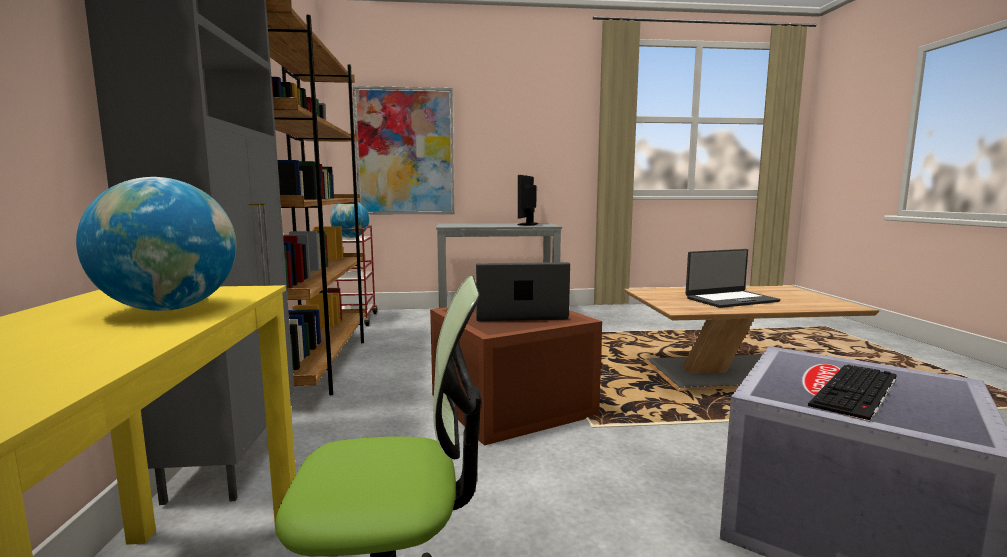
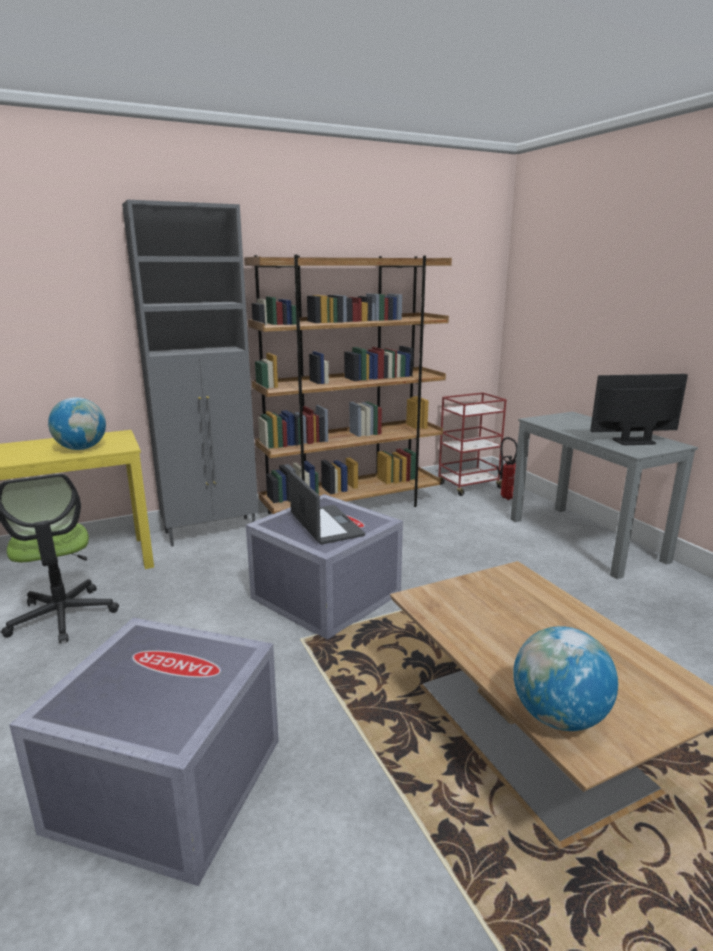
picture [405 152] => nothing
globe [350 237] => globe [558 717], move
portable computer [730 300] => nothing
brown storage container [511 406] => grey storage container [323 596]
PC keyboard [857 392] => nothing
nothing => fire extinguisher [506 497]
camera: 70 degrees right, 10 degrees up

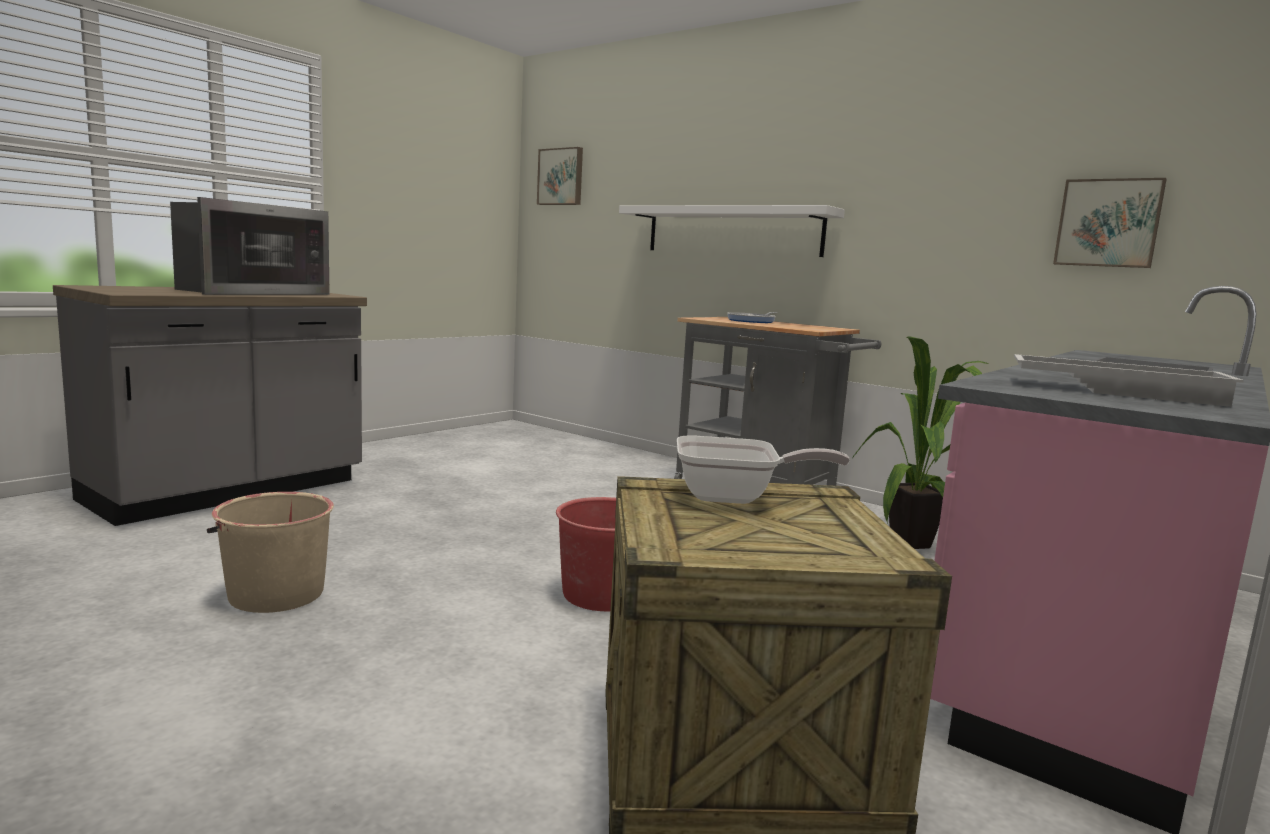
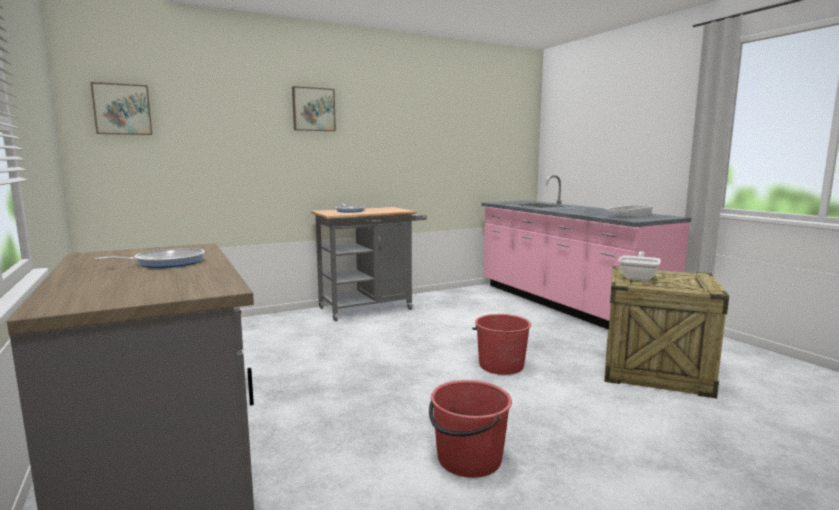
picture [1108 223] => picture [313 109], move
microwave [249 292] => frying pan [166 262]
white-coloured wall shelf [732 231] => nothing
houseplant [917 544] => nothing
sand-coloured pail [275 594] => red pail [468 459]
camera: 65 degrees left, 0 degrees up

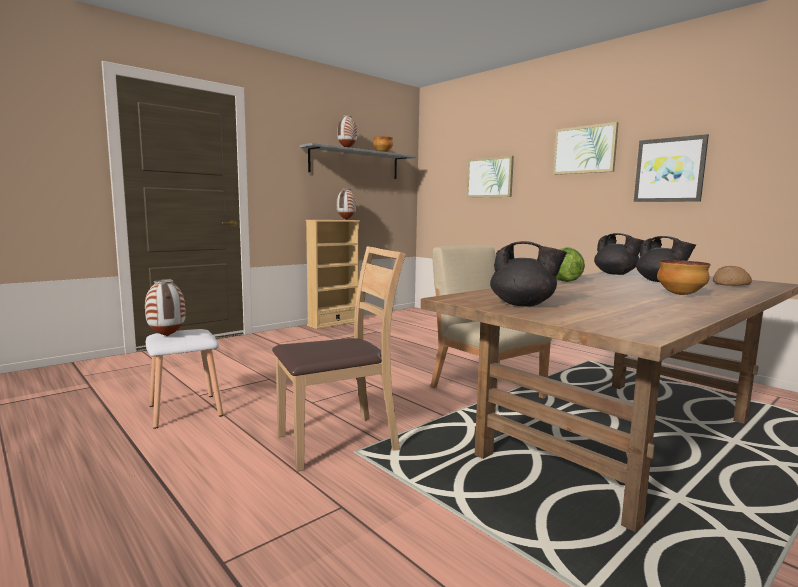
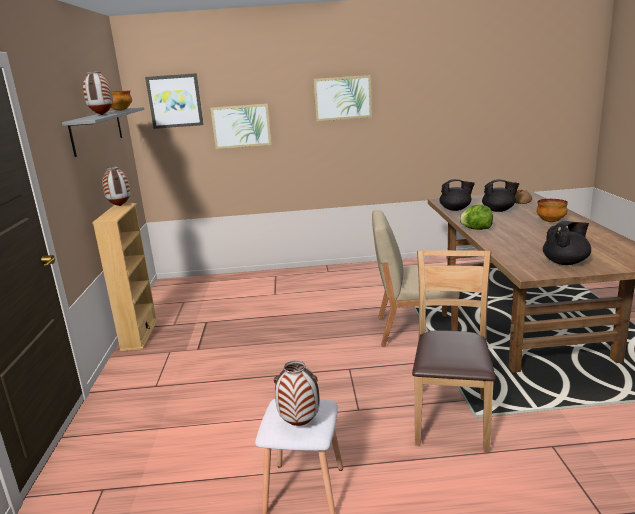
picture [669 170] => picture [175 101], move
camera: 50 degrees left, 10 degrees up

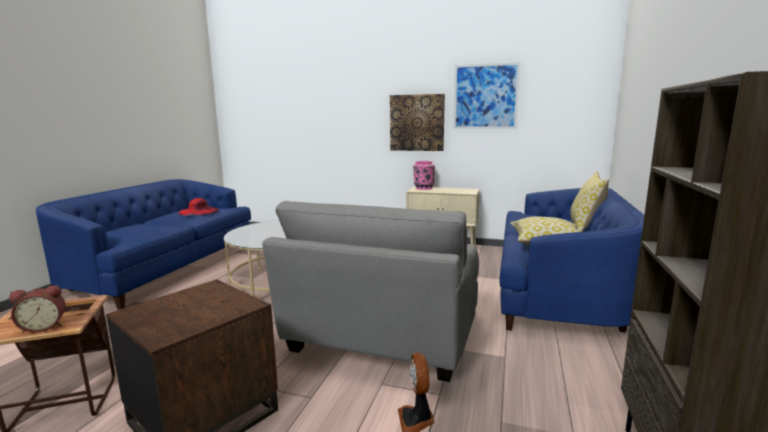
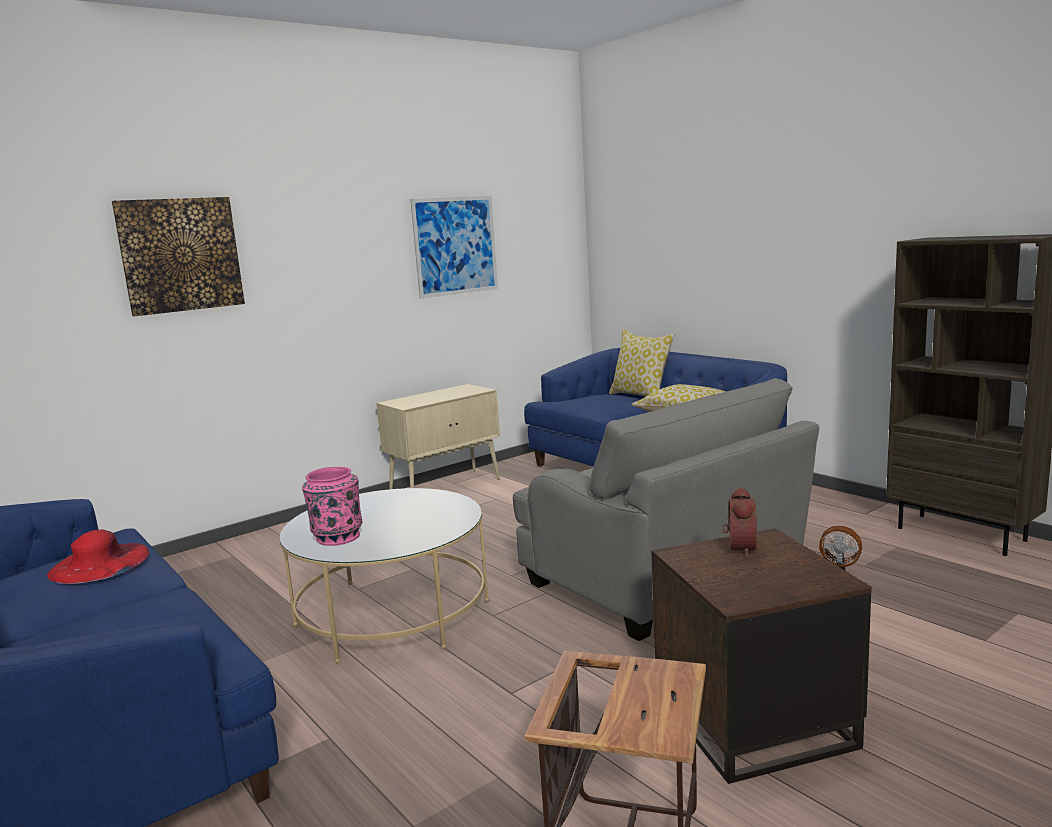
picture [417 123] => picture [180 255], move
pink decorative vase [423 188] => pink decorative vase [337 537], move
bedside clock [44 326] => bedside clock [738 548], move
camera: 55 degrees left, 0 degrees up

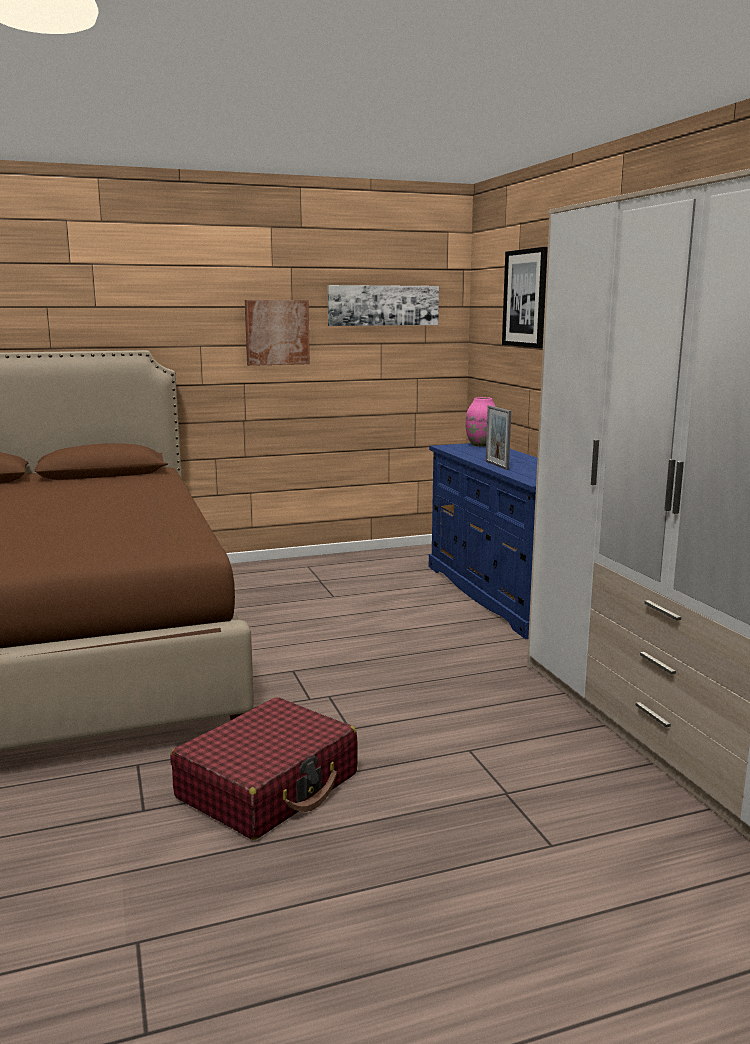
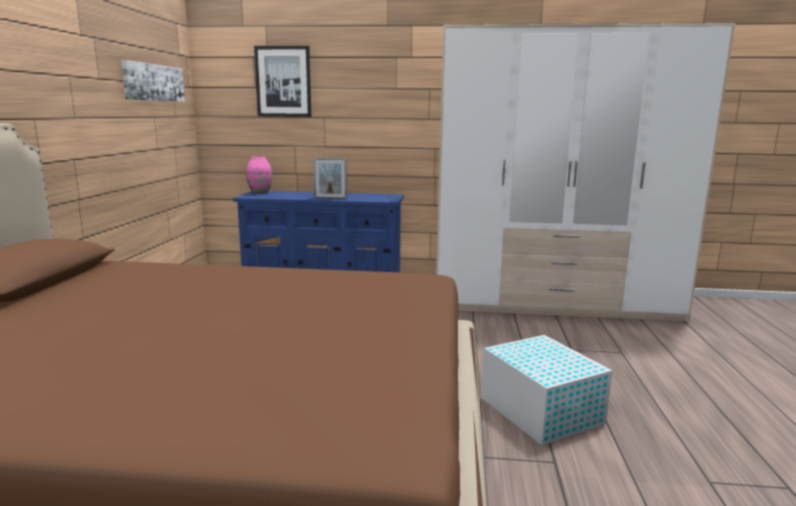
picture [277 332] => nothing
red piece of luggage [269 786] => white-coloured storage container [539 410]
camera: 65 degrees left, 0 degrees up

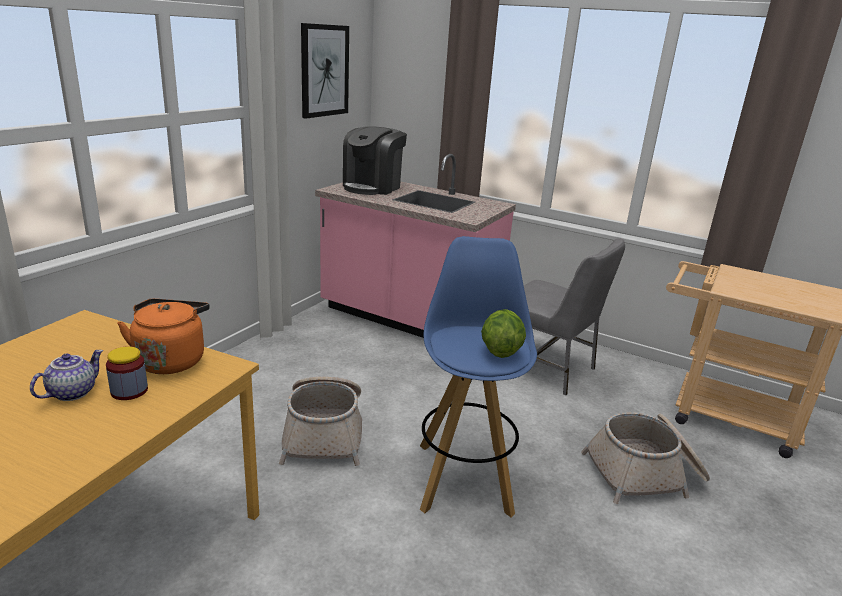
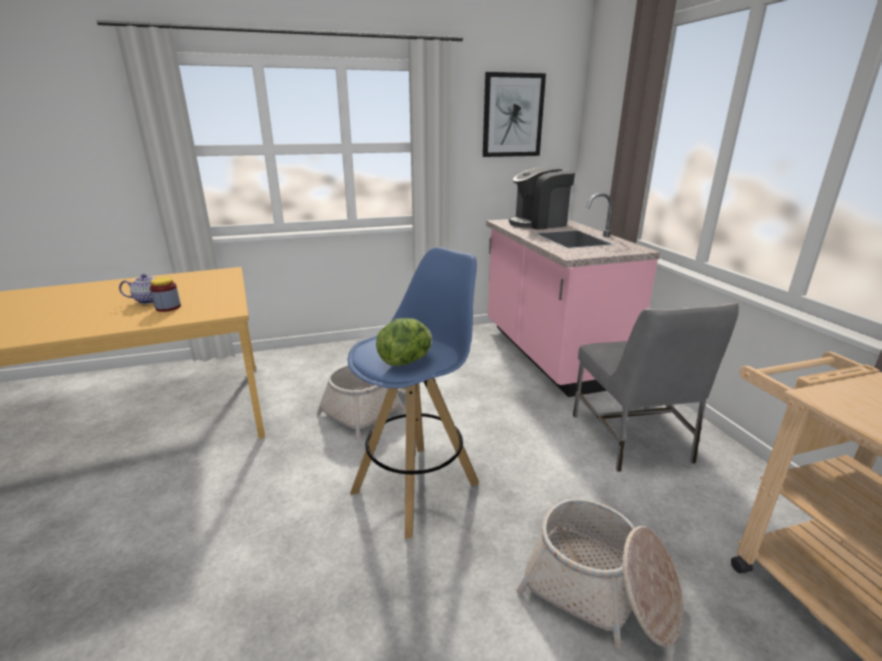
orange water kettle [171 360] => nothing
camera: 45 degrees right, 0 degrees up

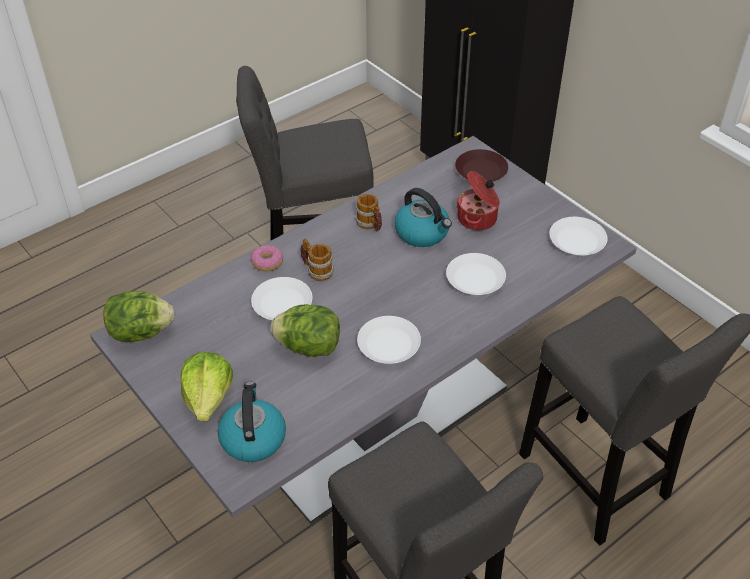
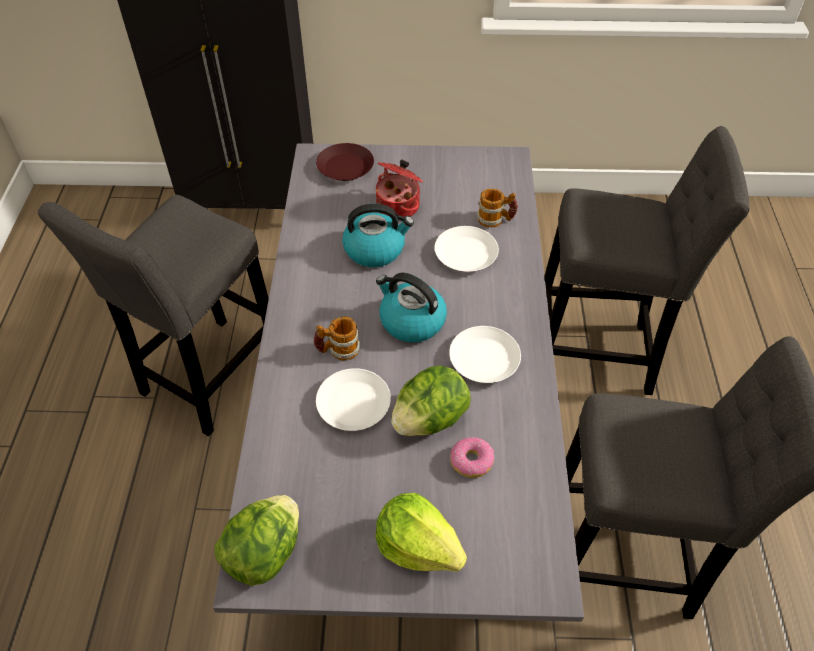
coffee mug [370 225] => coffee mug [495 219], move
white-coloured flat dish [577 241] => nothing
doughnut [267 262] => doughnut [471 461], move
water kettle [253 438] => water kettle [411 321], move
camera: 50 degrees left, 5 degrees up

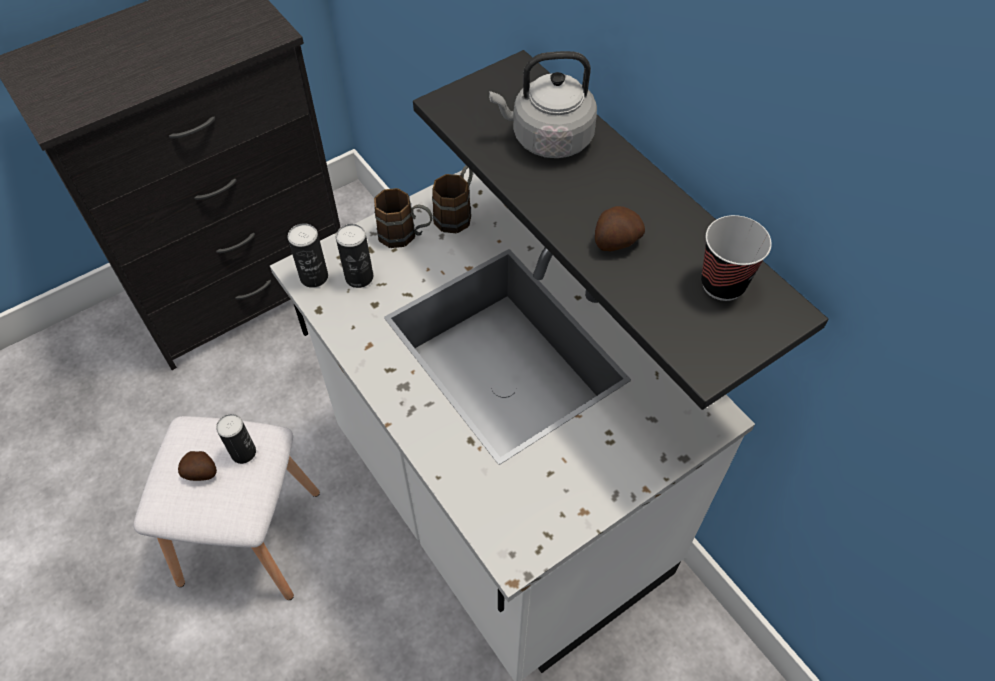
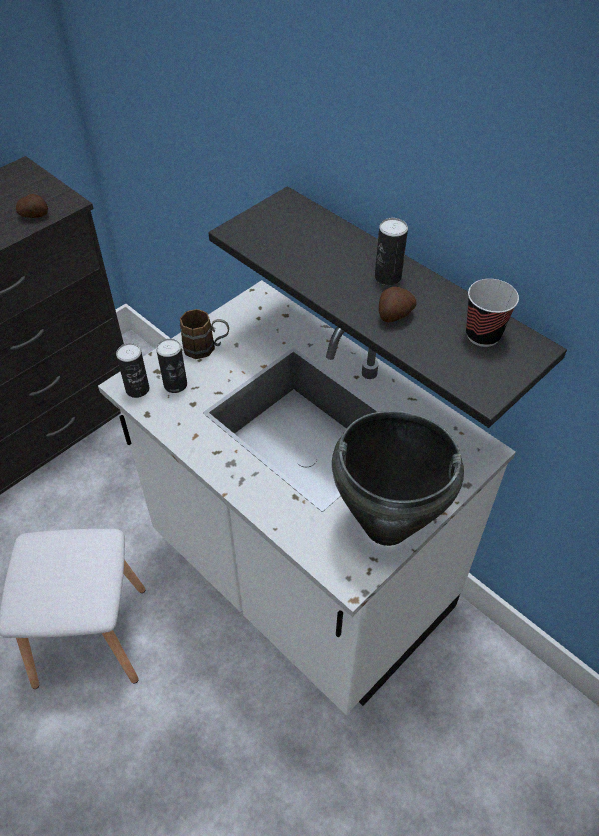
grey water kettle [547 139] => nothing
brown coffee mug [457 213] => nothing
metal can [243 452] => metal can [387 277], move
potato [201 472] => potato [35 215], move
nothing => black stockpot [386 525]
camera: 10 degrees left, 5 degrees down

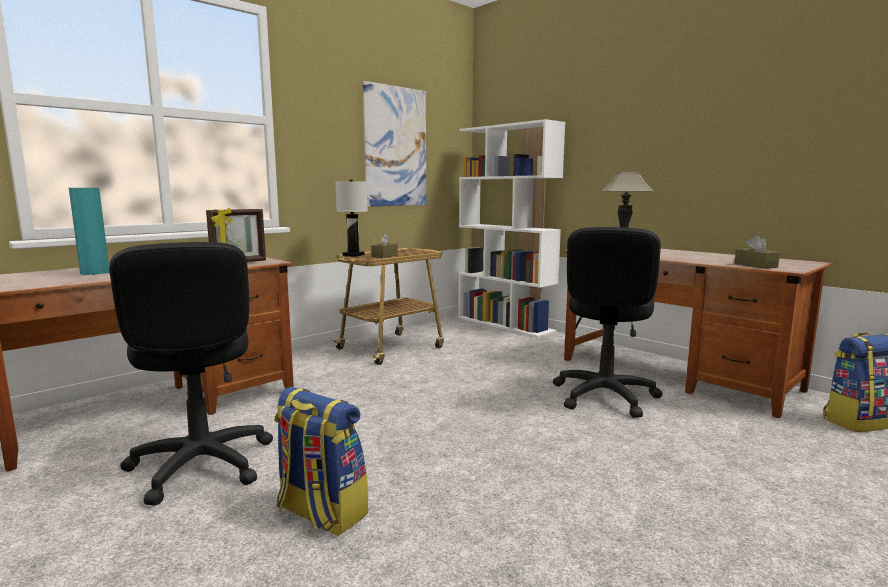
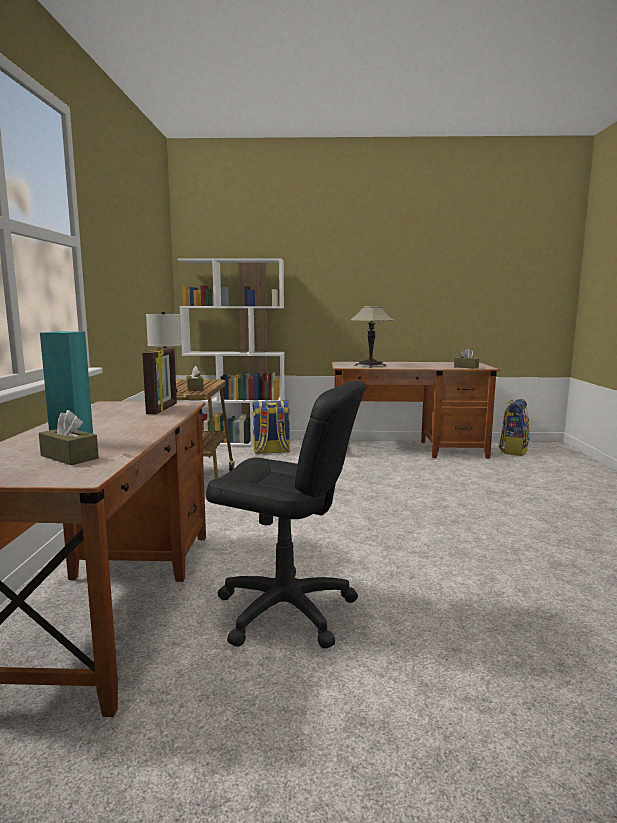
picture [396 147] => nothing
black computer chair [604 396] => nothing
backpack [320 513] => backpack [271 451], move
nothing => brown box of tissues [69 457]
camera: 45 degrees left, 0 degrees up

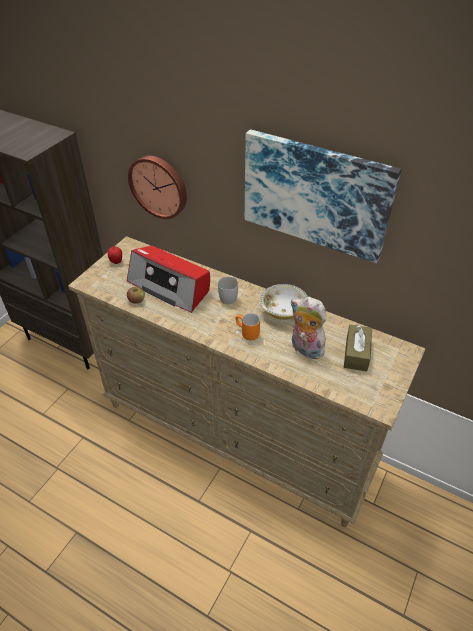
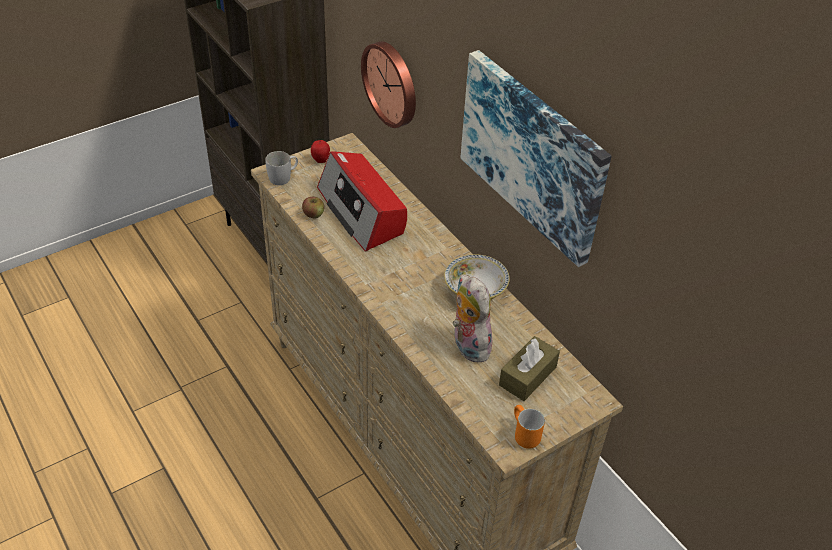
white-coloured coffee mug [230 296] => white-coloured coffee mug [283 177], move
orange coffee mug [246 333] => orange coffee mug [522 434], move
camera: 25 degrees right, 0 degrees up

